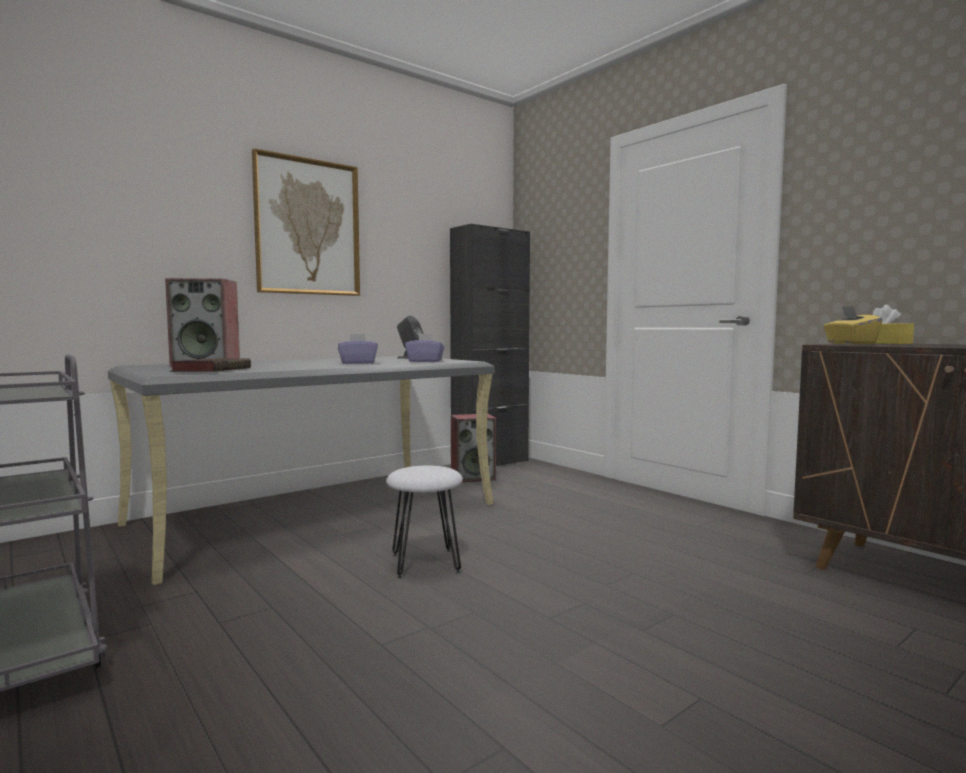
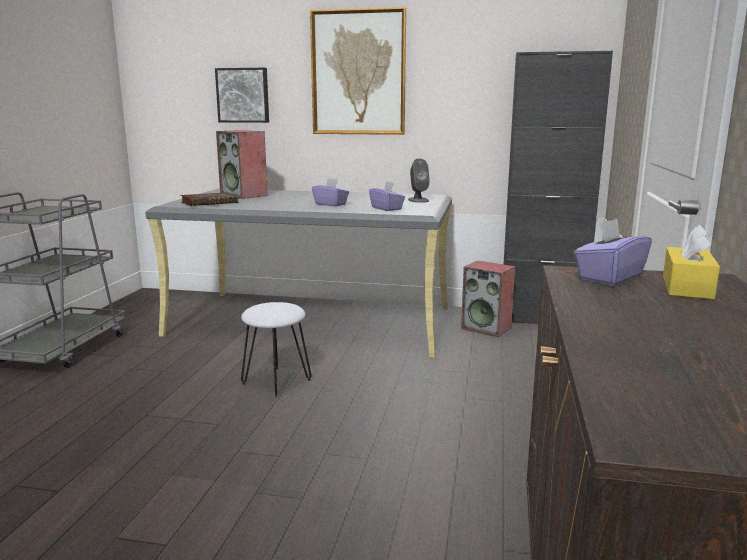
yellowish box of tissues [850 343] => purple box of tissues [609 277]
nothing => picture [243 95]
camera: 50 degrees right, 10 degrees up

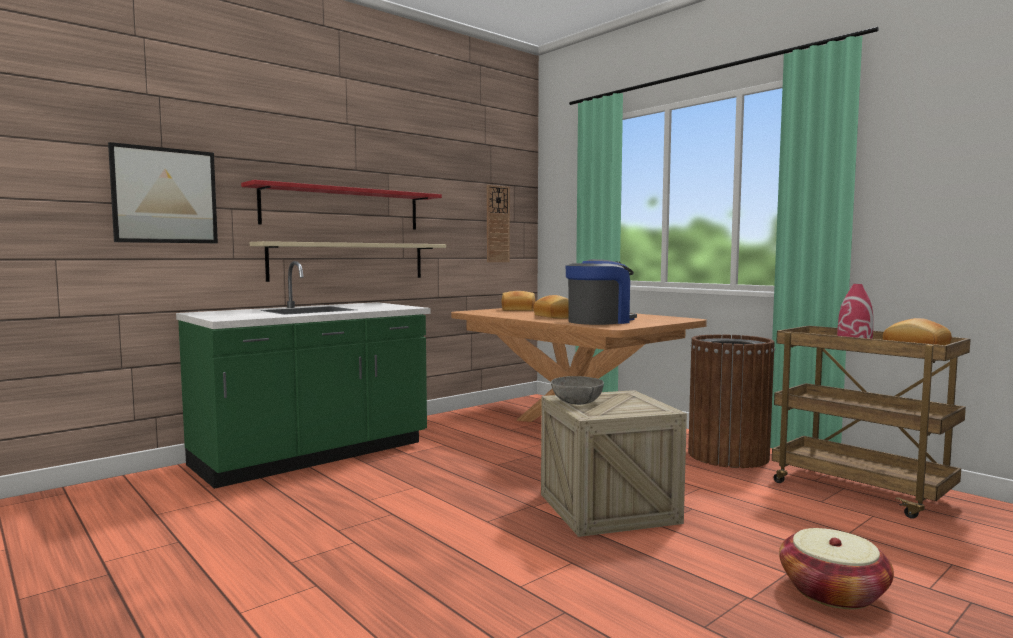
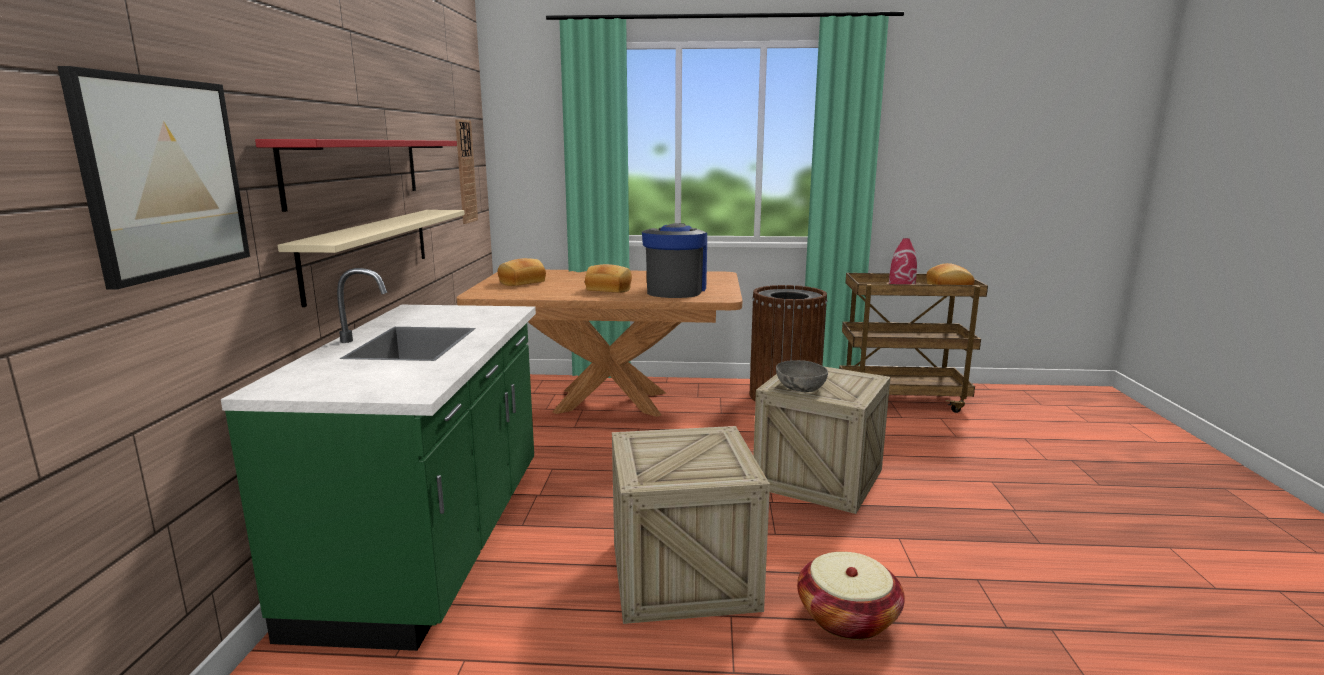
basket [832 592] => basket [847 617], move
nothing => shipping crate [683 575]
camera: 45 degrees left, 10 degrees up

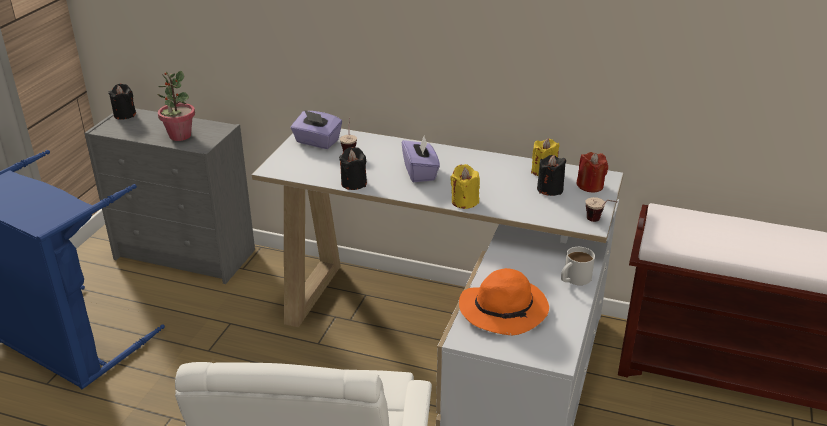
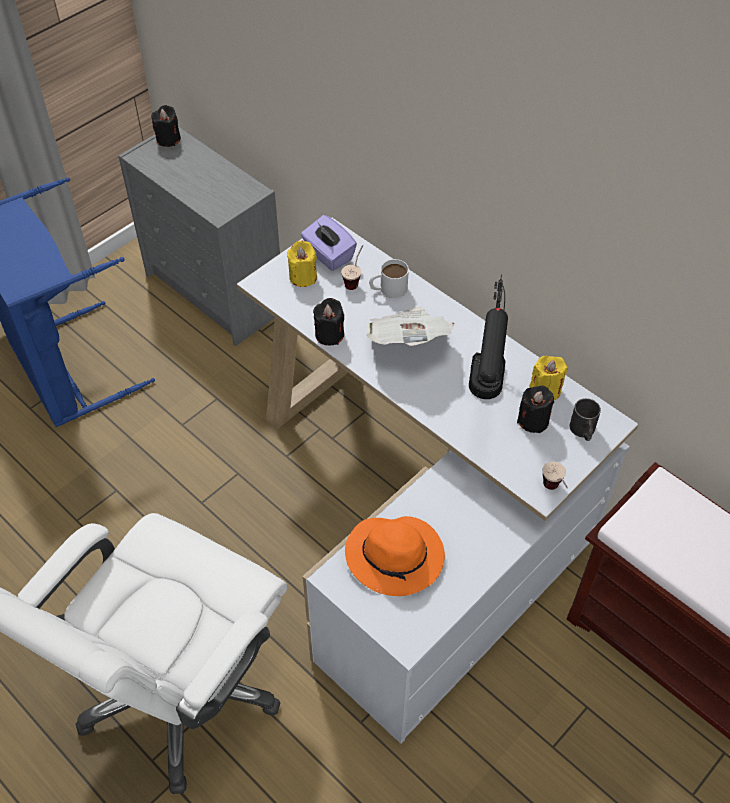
houseplant [180 136] => nothing
purple box of tissues [420 172] => daily paper [408 342]
red candle [590 186] => black coffee mug [583 431]
yellowish candle [464 201] => yellowish candle [303 277], move
white-coloured coffee mug [573 279] => white-coloured coffee mug [388 289], move
nothing => black lamp for a table [482 405]
camera: 25 degrees right, 20 degrees up

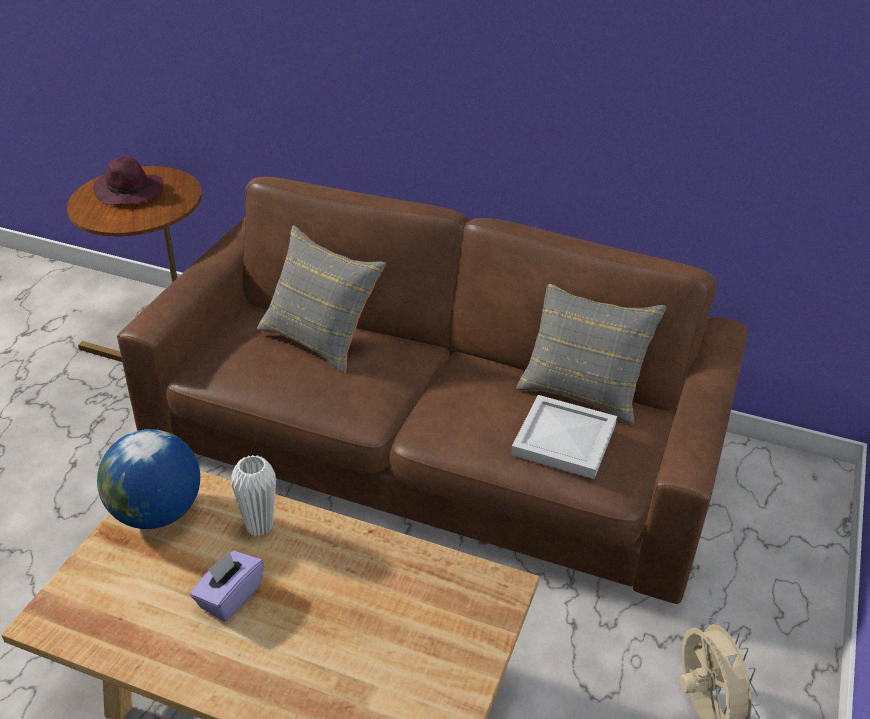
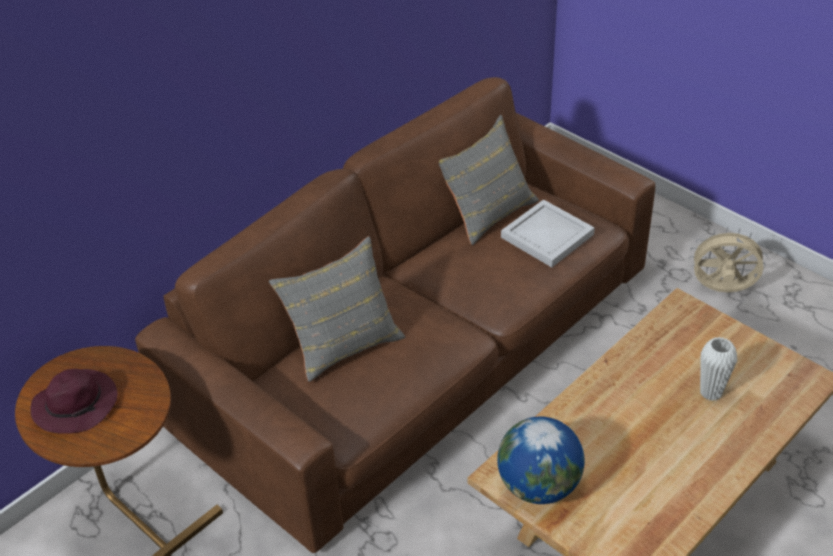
white-coloured decorative vase [259 526] => white-coloured decorative vase [710 393], move
purple box of tissues [229 597] => nothing
camera: 65 degrees left, 5 degrees up

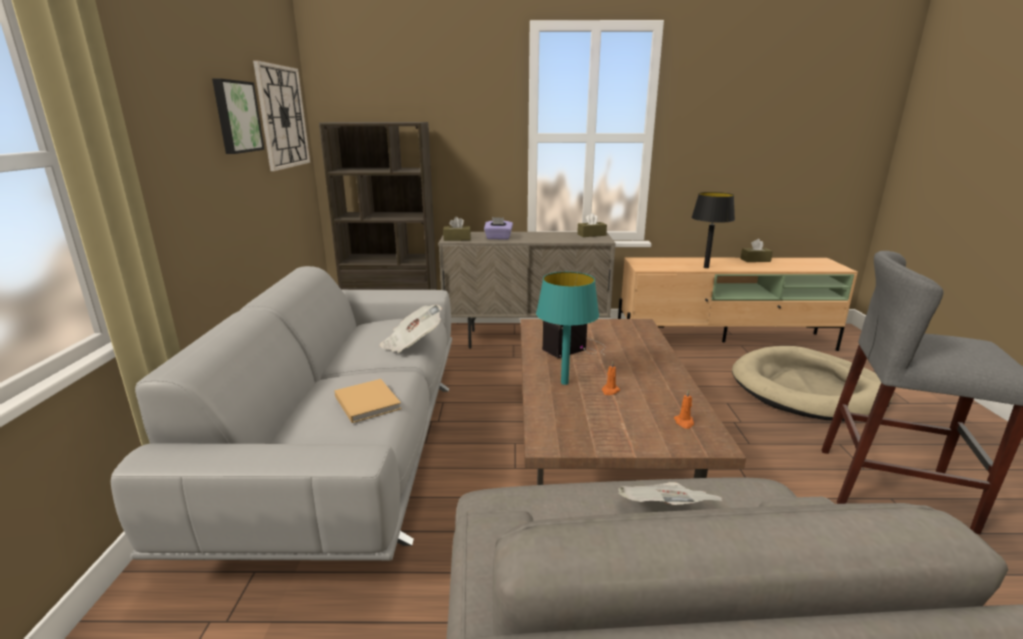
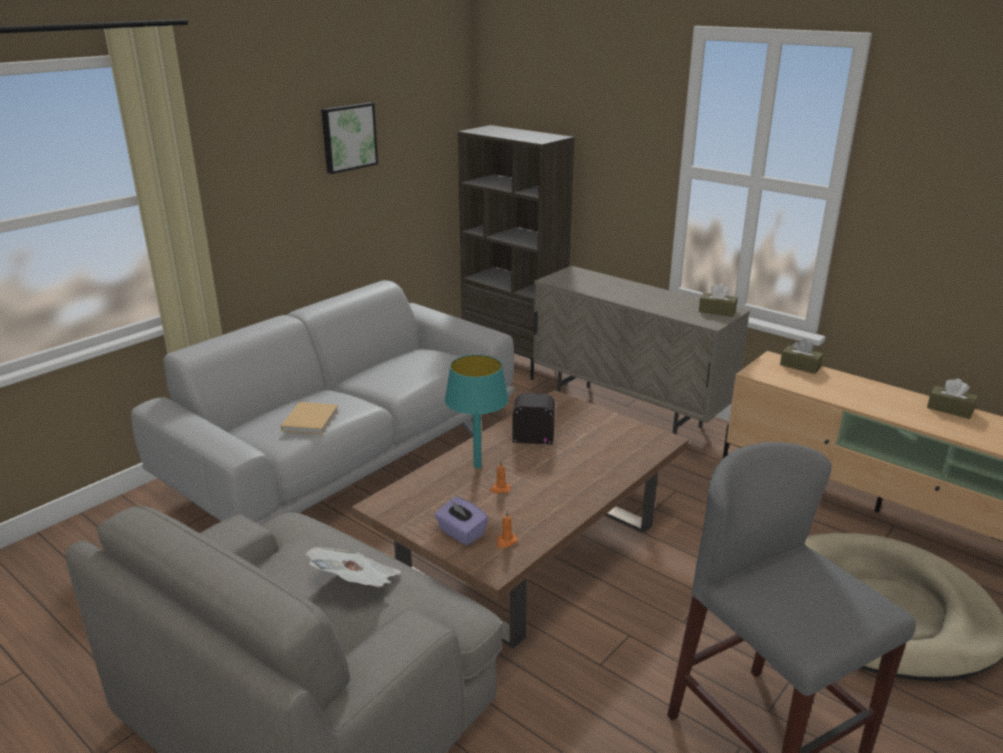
hanging clock [282 117] => nothing
black lamp for a table [706 267] => nothing
brown box of tissues [457 239] => brown box of tissues [800 366], move
purple box of tissues [498 238] => purple box of tissues [461 533], move
daily paper [412 344] => nothing
camera: 40 degrees right, 5 degrees up

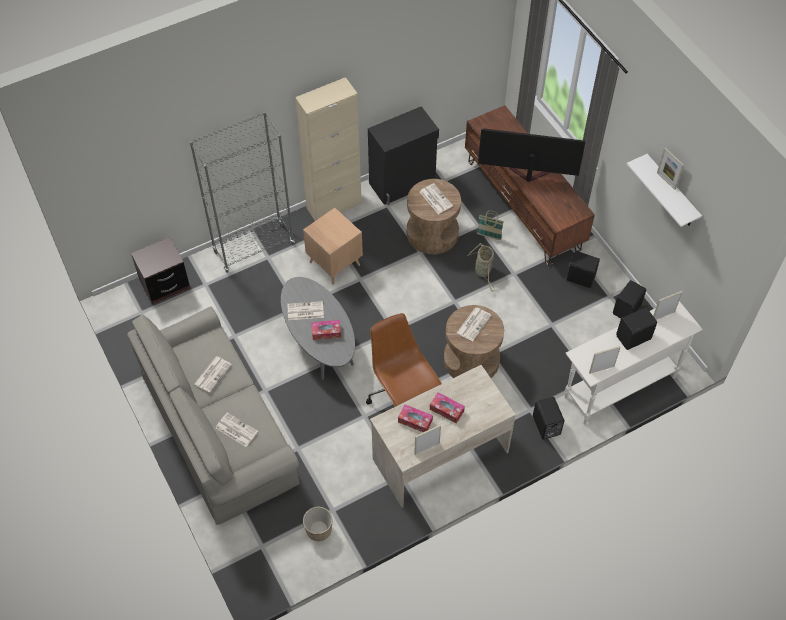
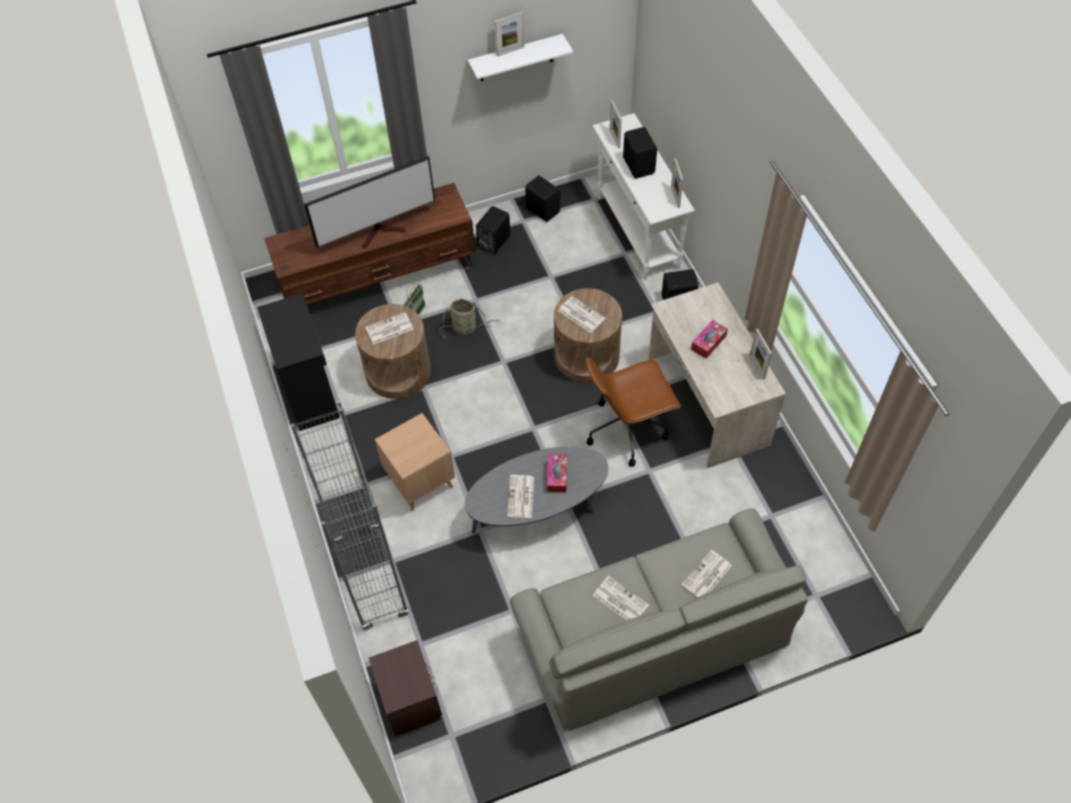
sand-coloured cupboard [334 206] => nothing
TV set [527 175] => TV set [382 232], 135 degrees counterclockwise
box of tissues [415 421] => nothing
plant pot [318 530] => nothing
camera: 80 degrees left, 0 degrees up

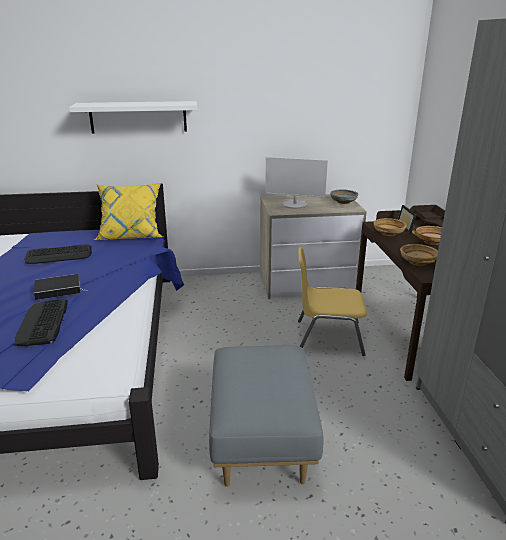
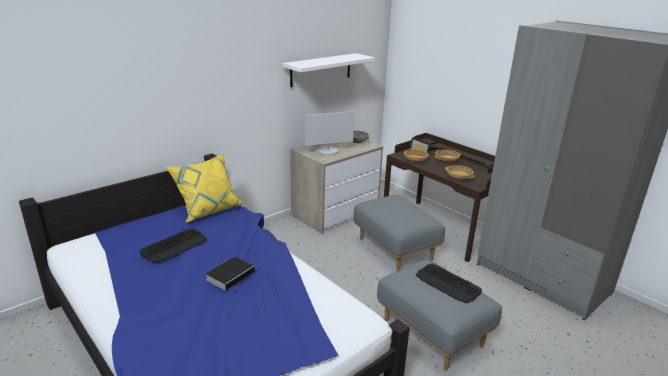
white-coloured wall shelf [138 117] => white-coloured wall shelf [321 69], move
yellowish chair [328 337] => grey pouffe [394 249]
PC keyboard [43 323] => PC keyboard [448 284], move
camera: 35 degrees left, 0 degrees up

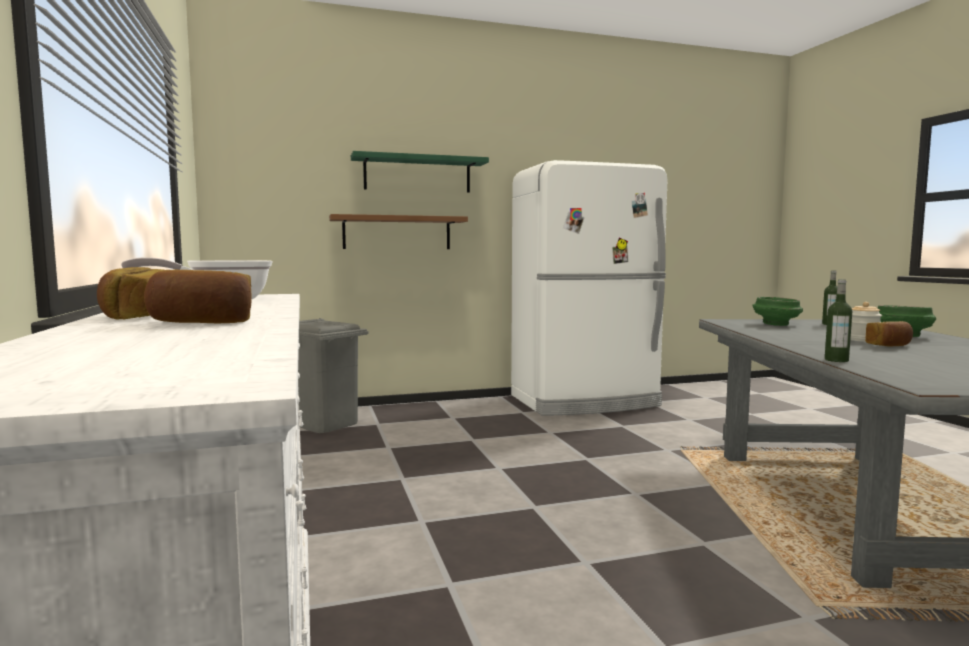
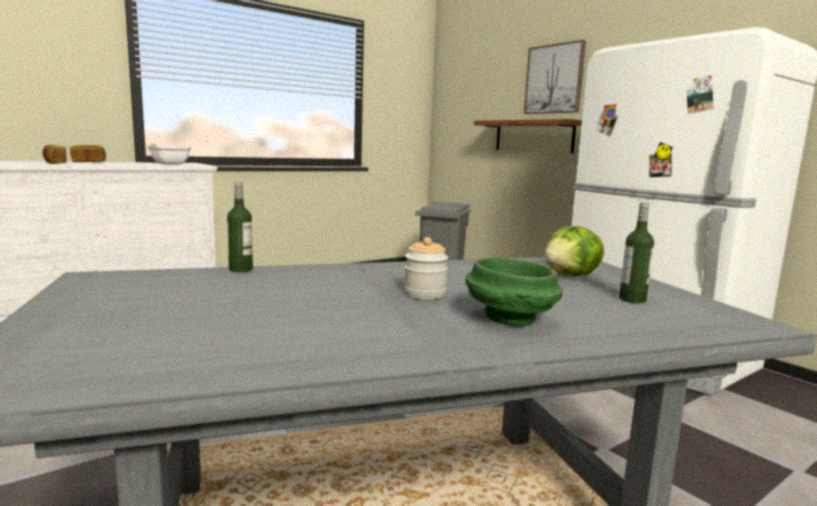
greenish wall shelf [417 174] => picture [554 79]
greenish deep dish [776 324] => lettuce [571 276]
baked bread [889 345] => nothing
camera: 70 degrees right, 5 degrees up

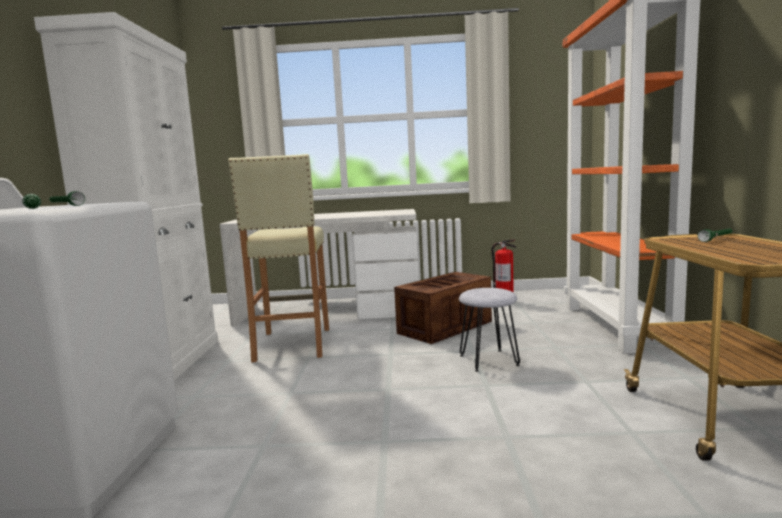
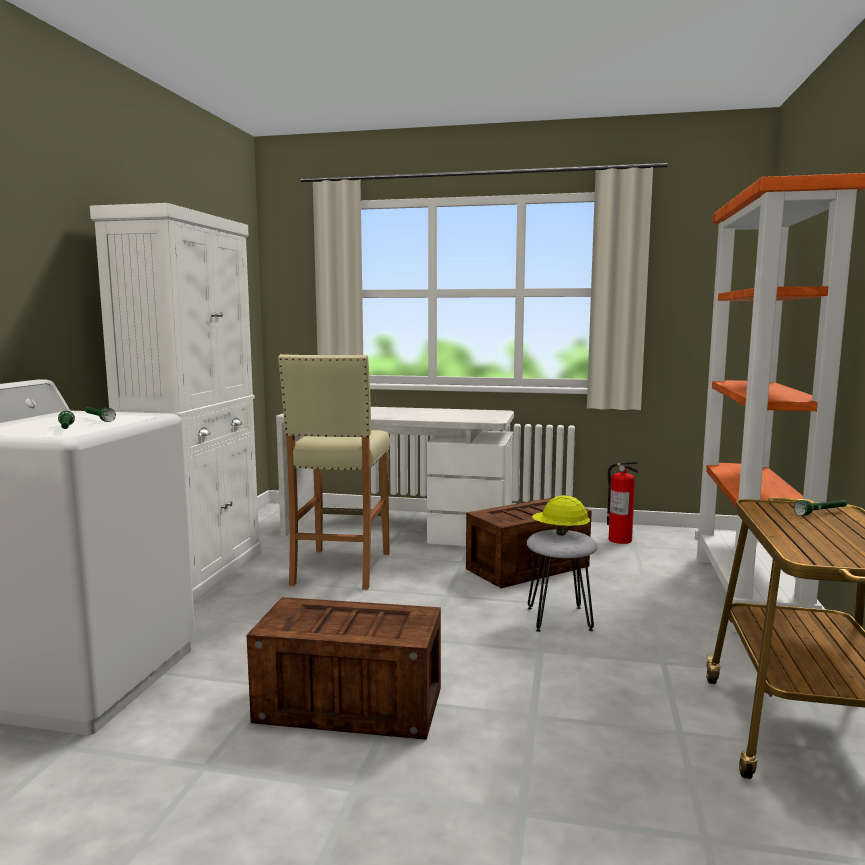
nothing => yellowish work helmet [560 533]
nothing => shipping crate [352 705]
camera: 10 degrees right, 0 degrees up

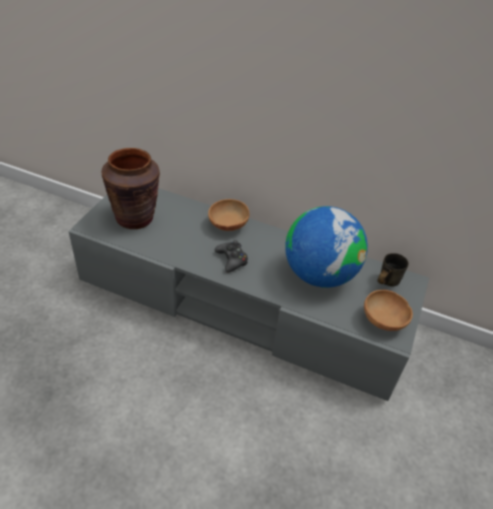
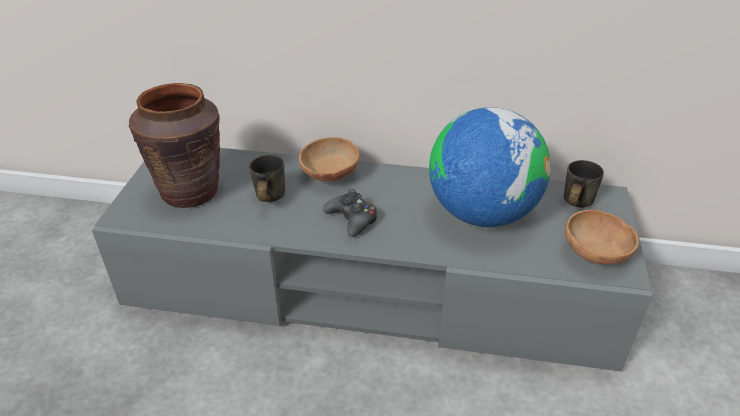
nothing => grey coffee mug [266 199]
camera: 10 degrees left, 5 degrees down

